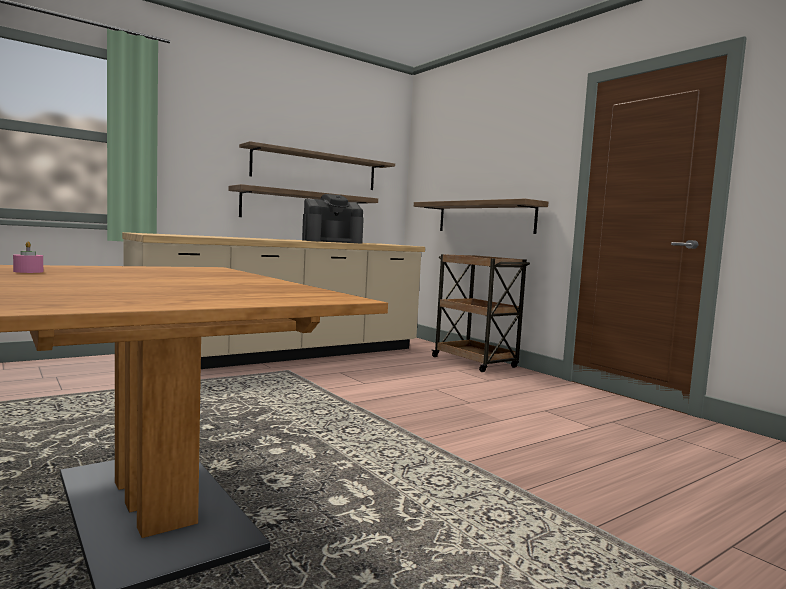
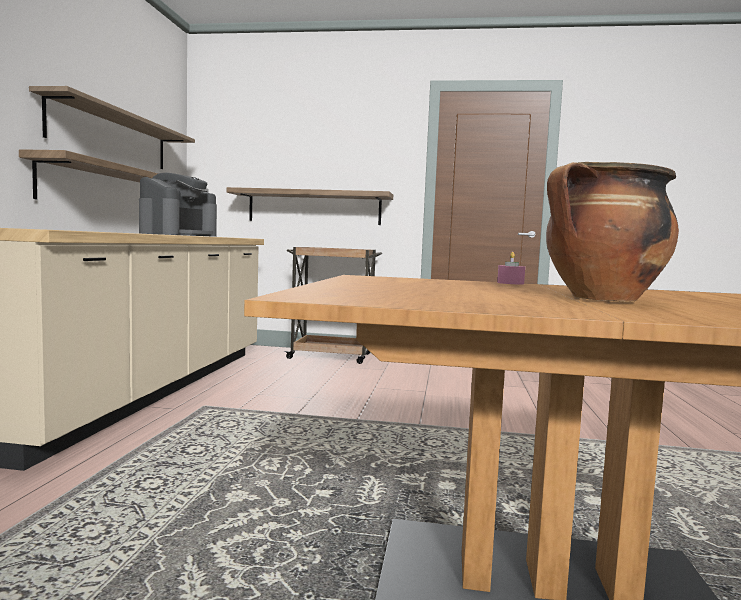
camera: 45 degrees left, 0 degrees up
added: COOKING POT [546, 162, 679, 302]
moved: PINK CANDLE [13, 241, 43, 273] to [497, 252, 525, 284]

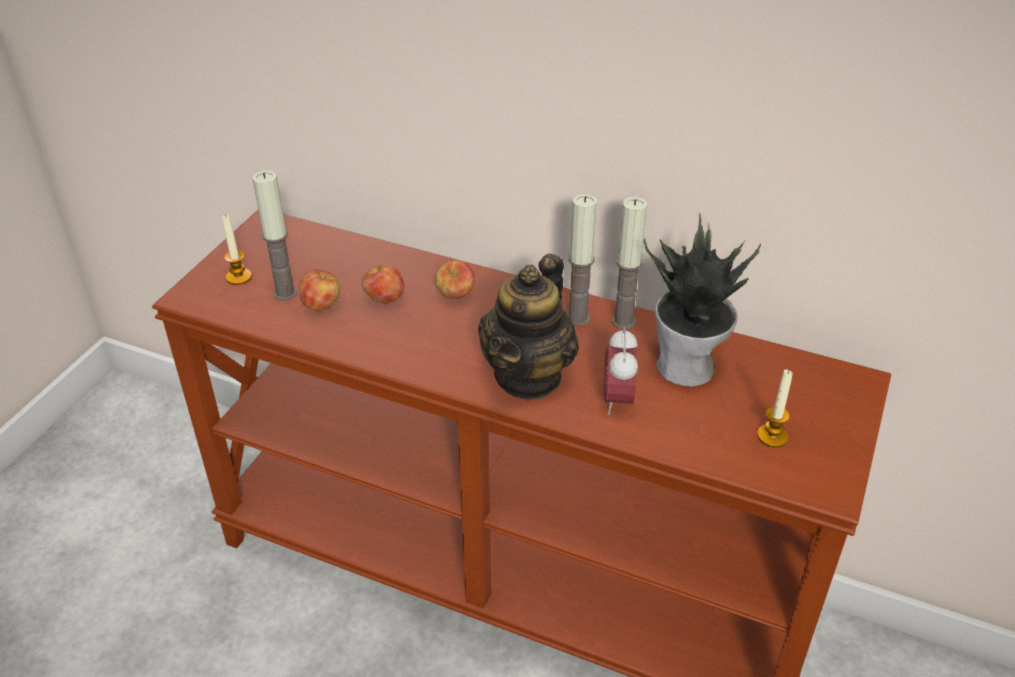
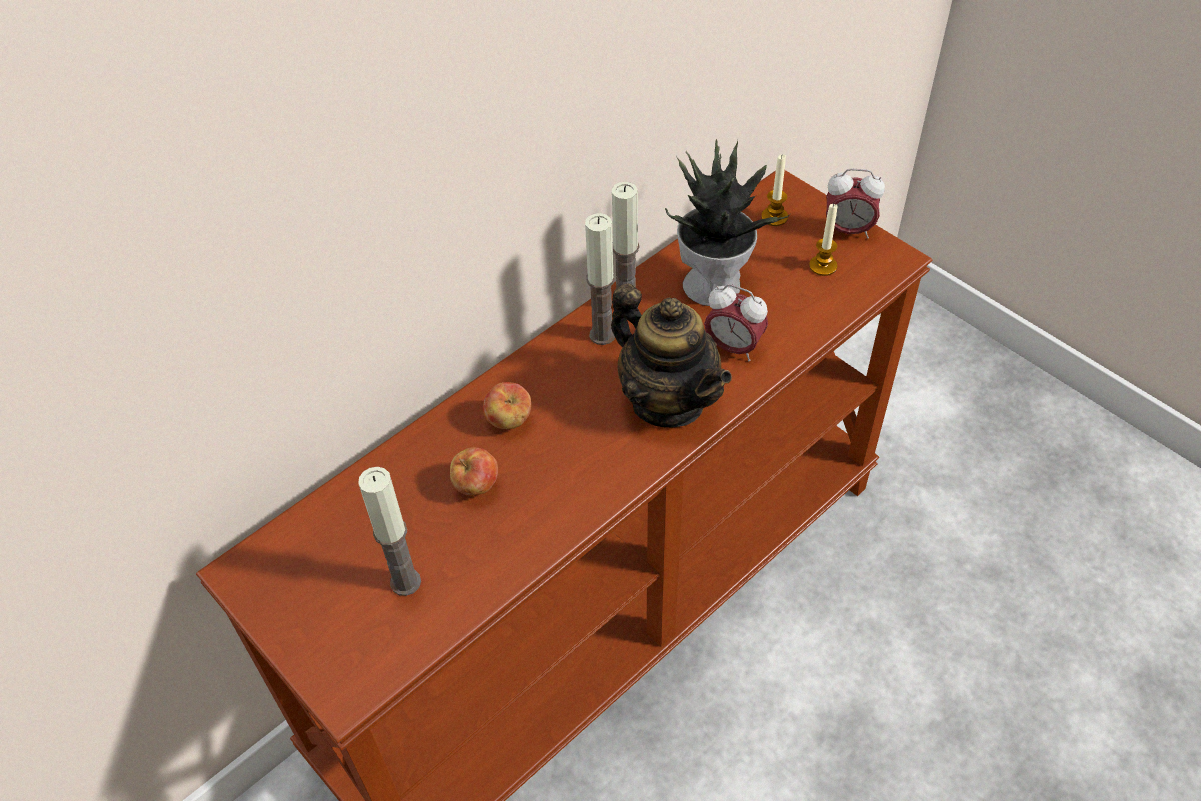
camera: 65 degrees left, 10 degrees up
removed: APPLE [299, 269, 340, 311]
added: ALARM CLOCK [826, 168, 885, 239]
moved: CANDLE [222, 214, 252, 285] to [761, 155, 788, 226]

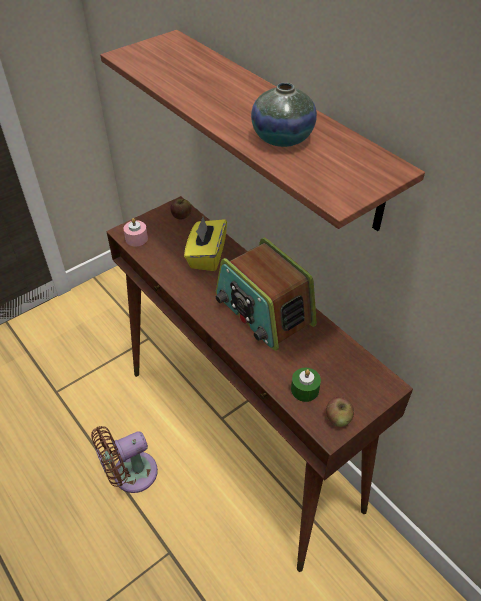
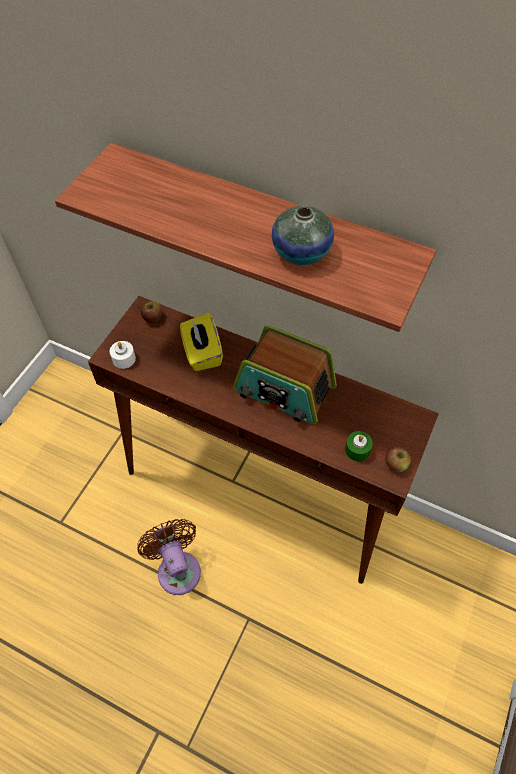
camera: 25 degrees left, 10 degrees up
recoloured: PINK CANDLE [124, 218, 148, 246] to WHITE CANDLE [110, 341, 136, 369]
turned: BROWN FAN [91, 426, 158, 493] = [137, 519, 201, 595] 120 degrees clockwise

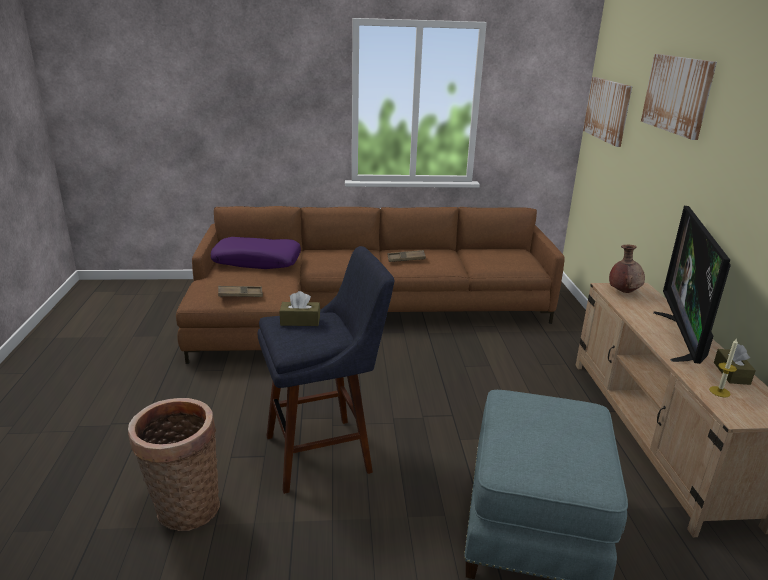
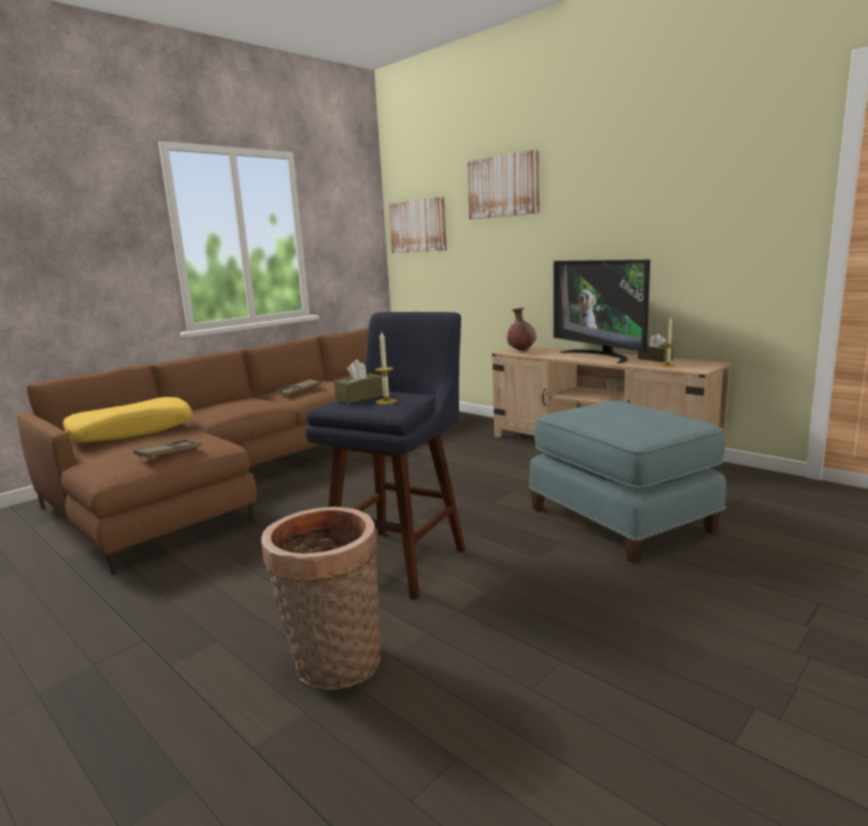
camera: 40 degrees left, 10 degrees down
added: CANDLE [375, 331, 397, 404]
recoloured: PURPLE PILLOW [211, 237, 301, 269] to YELLOW PILLOW [63, 397, 192, 443]

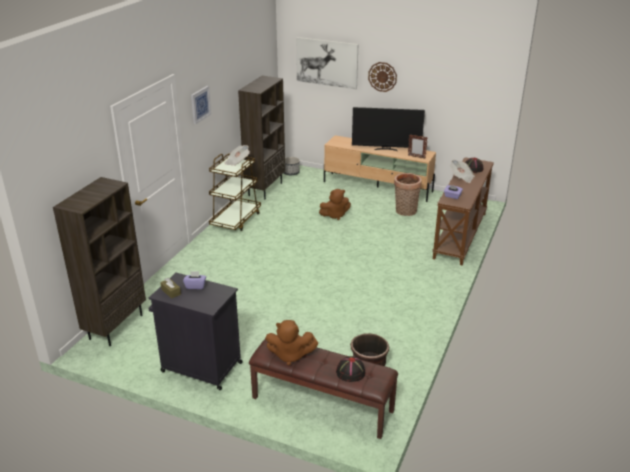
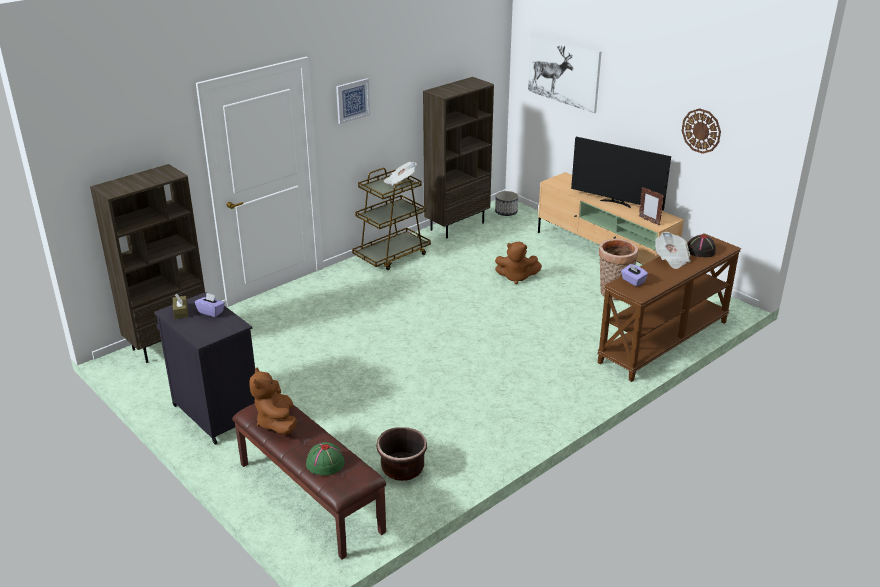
camera: 25 degrees right, 0 degrees up
moved: WALL CLOCK [368, 62, 397, 92] to [682, 108, 721, 154]
recoloured: BLACK HAT [336, 356, 365, 382] to GREEN HAT [306, 442, 345, 476]
turned: BROWN PLUSH TOY [265, 320, 318, 365] = [250, 368, 297, 435] 45 degrees clockwise

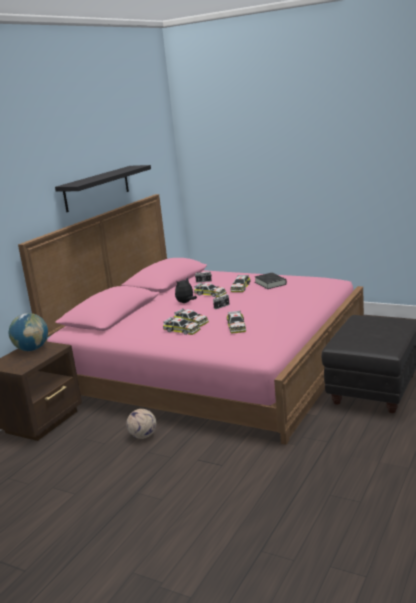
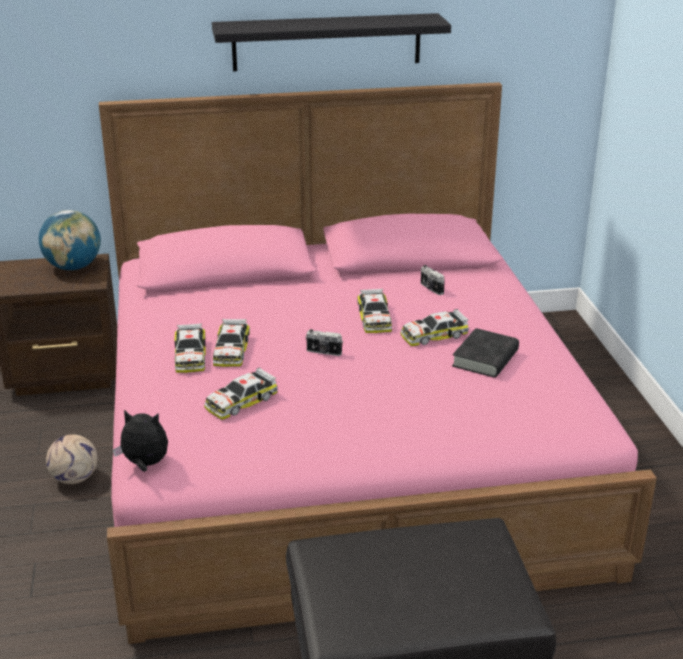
camera: 50 degrees right, 10 degrees up
moved: PLUSH TOY [175, 277, 197, 303] to [113, 410, 168, 472]

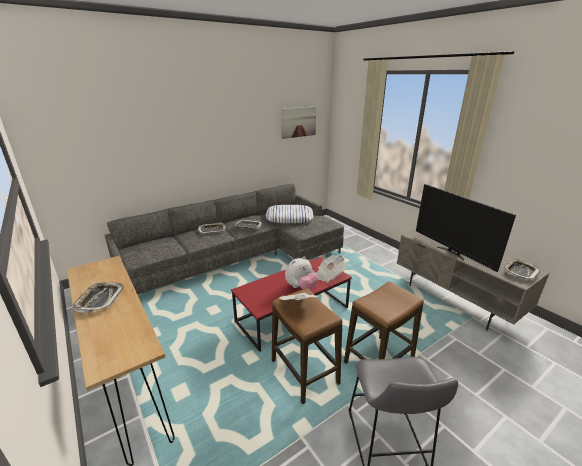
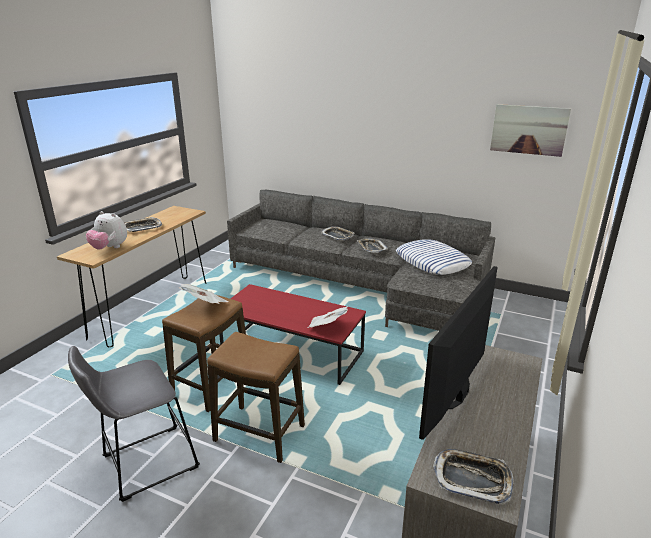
camera: 60 degrees right, 0 degrees up
moved: PLUSH TOY [285, 257, 318, 290] to [86, 211, 127, 250]

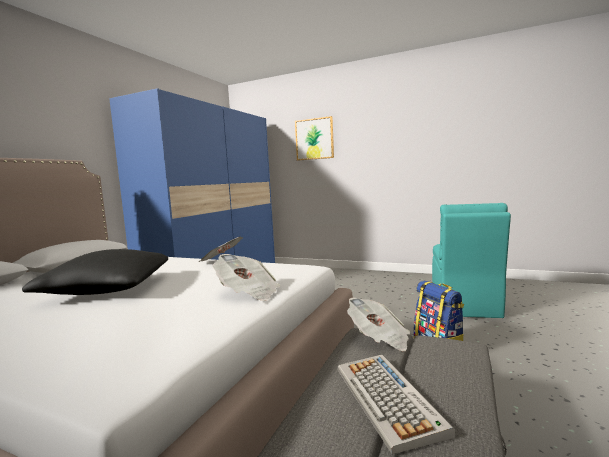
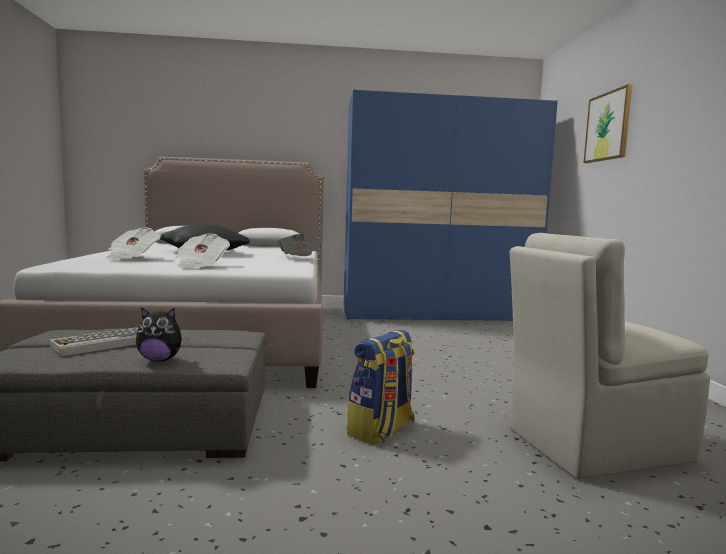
camera: 60 degrees right, 0 degrees up
added: PLUSH TOY [136, 307, 189, 362]
moved: NEWSPAPER [347, 297, 410, 351] to [106, 227, 161, 260]
recoloured: TURQUOISE CHAIR [432, 203, 511, 318] to BEIGE CHAIR [510, 233, 710, 479]

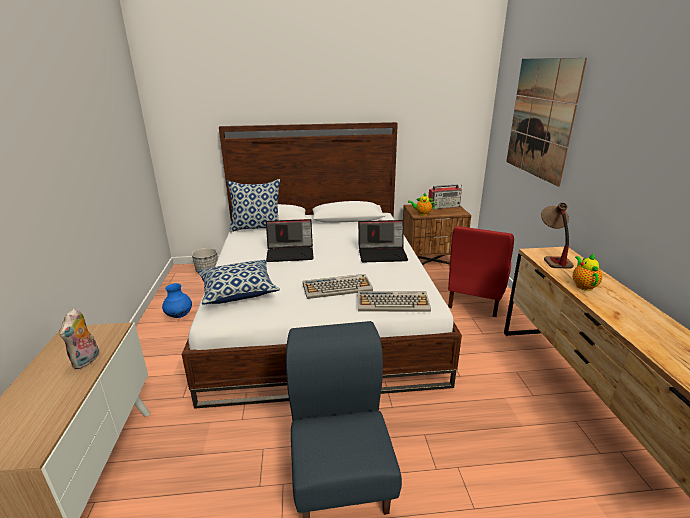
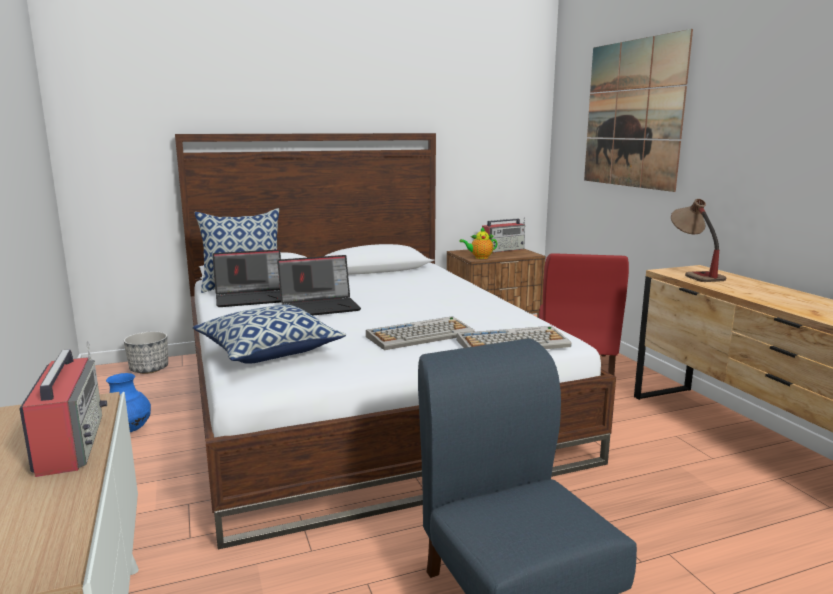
camera: 15 degrees left, 10 degrees down
removed: TEAPOT [573, 254, 602, 291]
moved: LAPTOP [358, 220, 408, 262] to [212, 249, 281, 307]
replaced: PLUSH TOY [59, 308, 99, 369] to RADIO [19, 341, 107, 477]

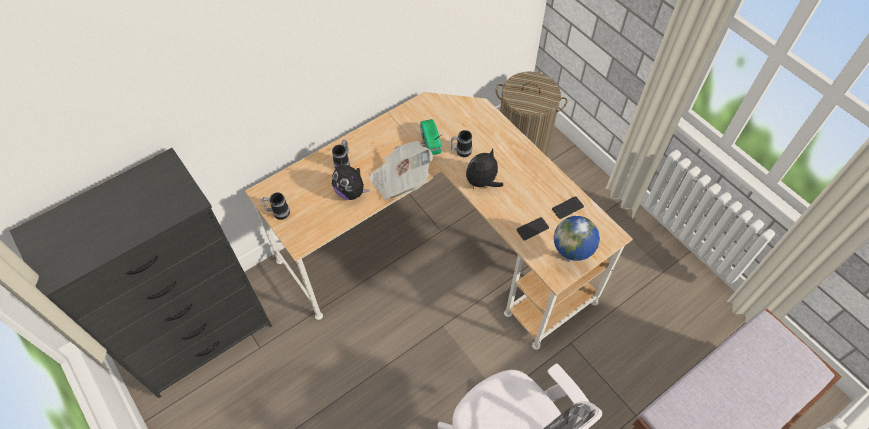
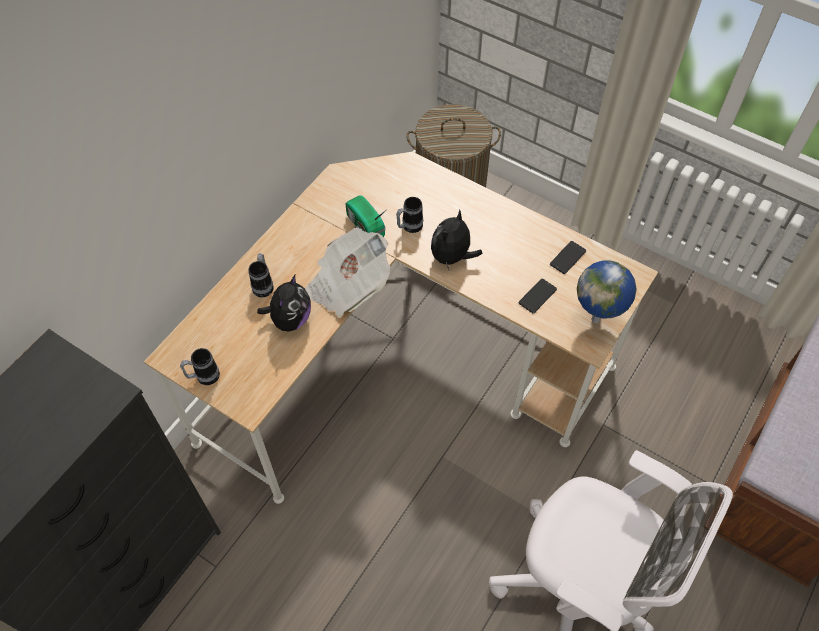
camera: 20 degrees left, 0 degrees up
turned: PLUSH TOY [332, 162, 370, 200] = [257, 275, 311, 331] 90 degrees counterclockwise

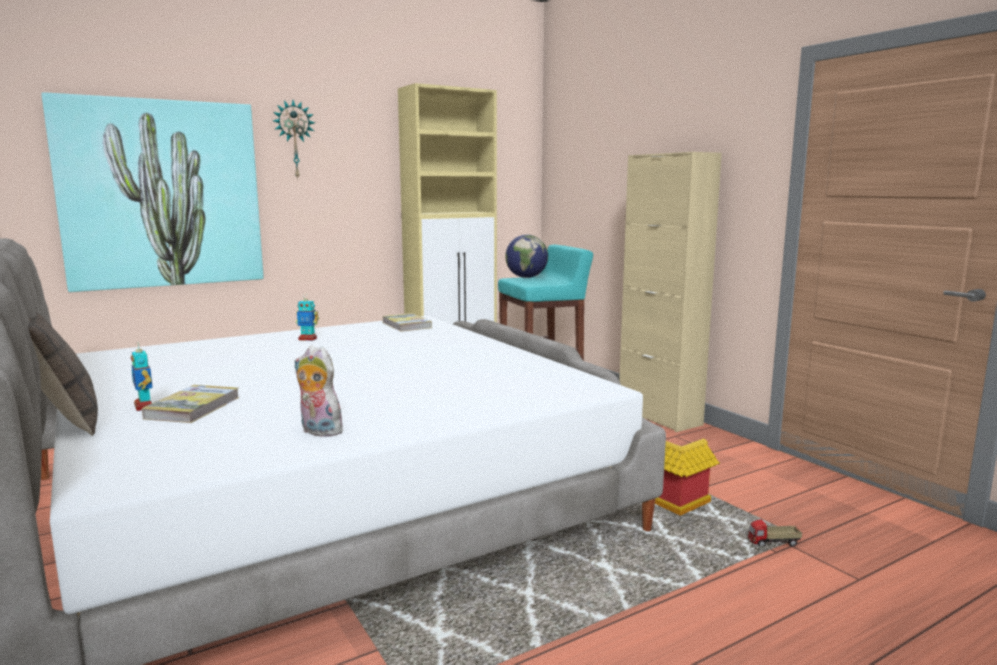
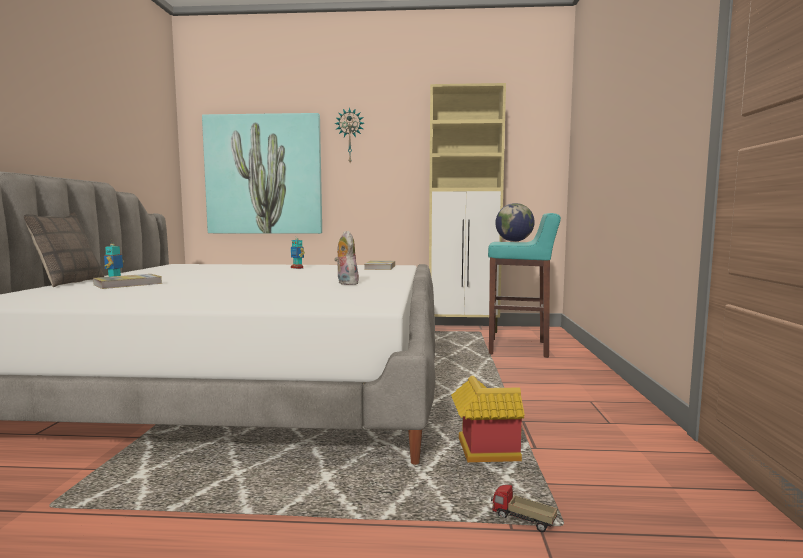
camera: 35 degrees right, 5 degrees down
removed: BEIGE CABINET [619, 152, 722, 432]
moved: PLUSH TOY [294, 345, 346, 437] to [334, 231, 359, 285]

